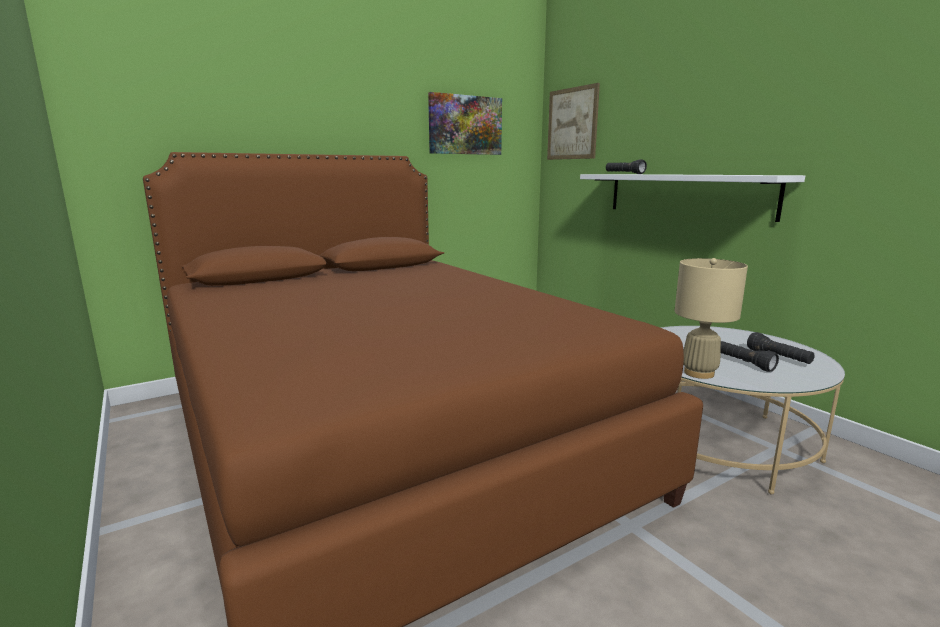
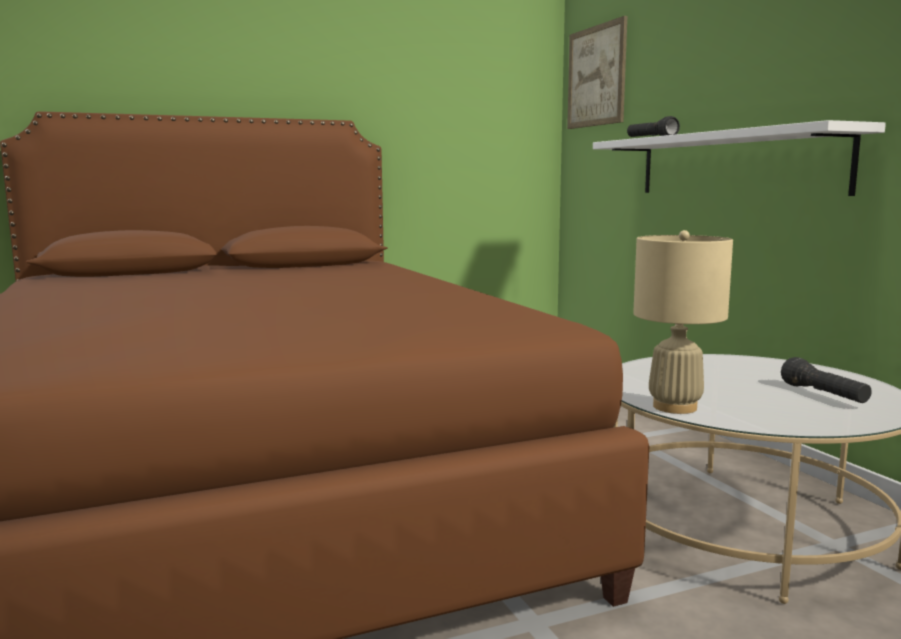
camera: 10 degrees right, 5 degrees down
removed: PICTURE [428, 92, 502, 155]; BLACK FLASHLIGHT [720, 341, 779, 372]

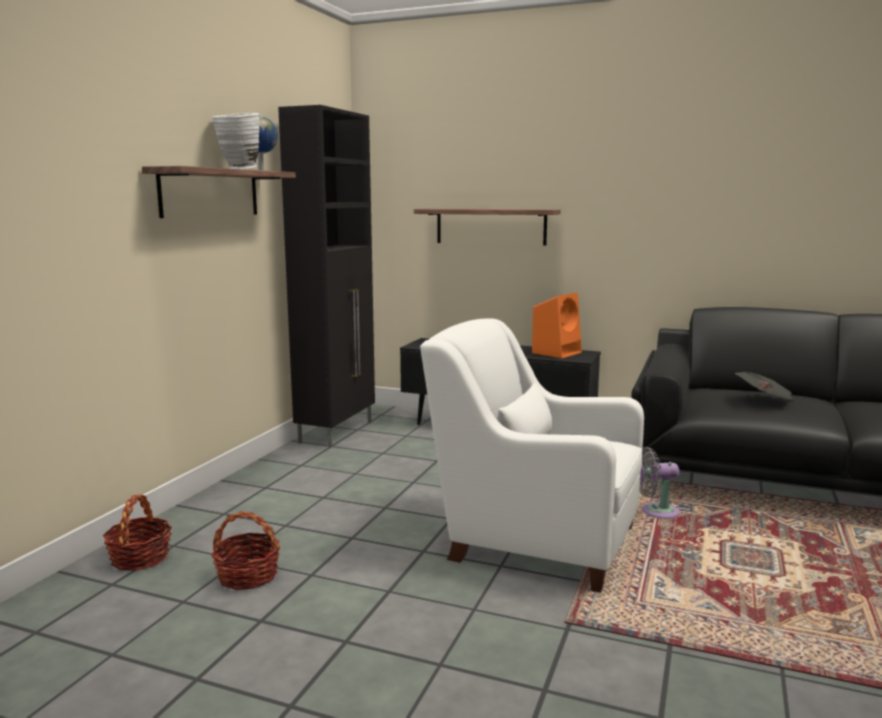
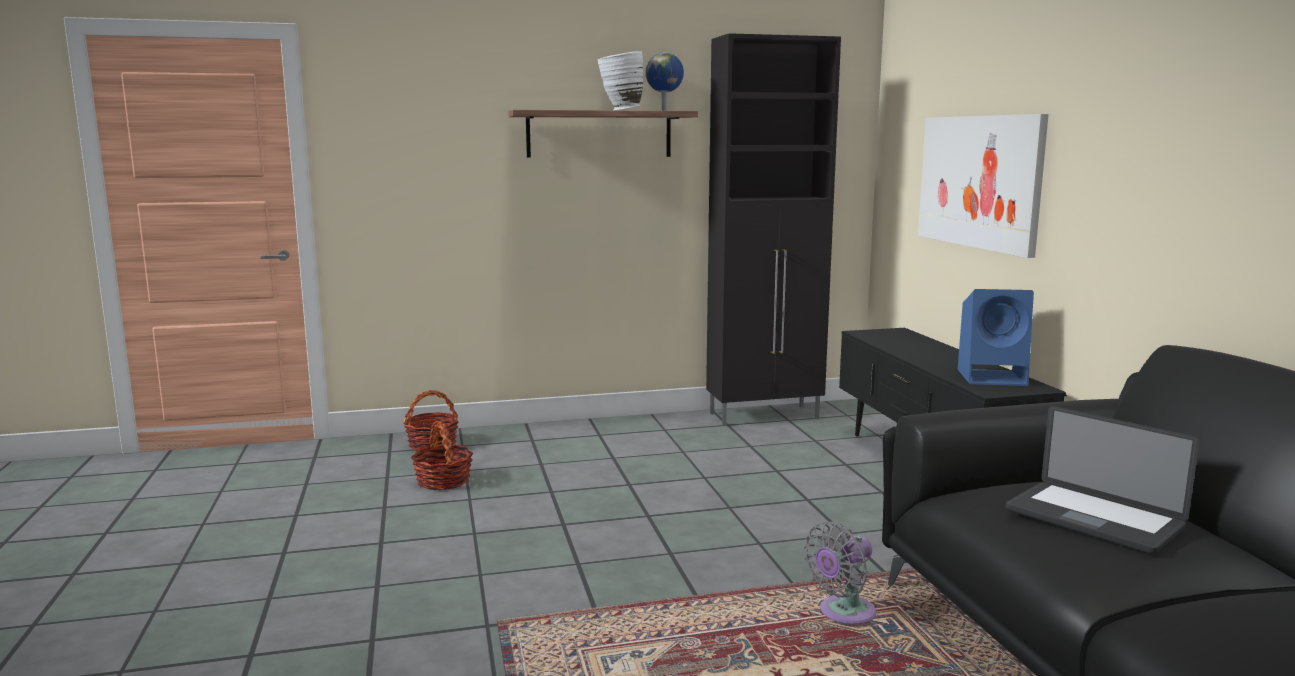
camera: 55 degrees right, 0 degrees up
removed: WHITE ARMCHAIR [420, 319, 644, 593]
replaced: SHELF [414, 209, 561, 246] to PICTURE [918, 114, 1049, 258]; NEWSPAPER [734, 372, 794, 399] to LAPTOP [1006, 406, 1199, 554]
recoloured: ORANGE SPEAKER [532, 293, 582, 358] to BLUE SPEAKER [958, 289, 1034, 386]
turned: GREY FAN [640, 447, 680, 519] = [803, 522, 876, 624] 90 degrees counterclockwise

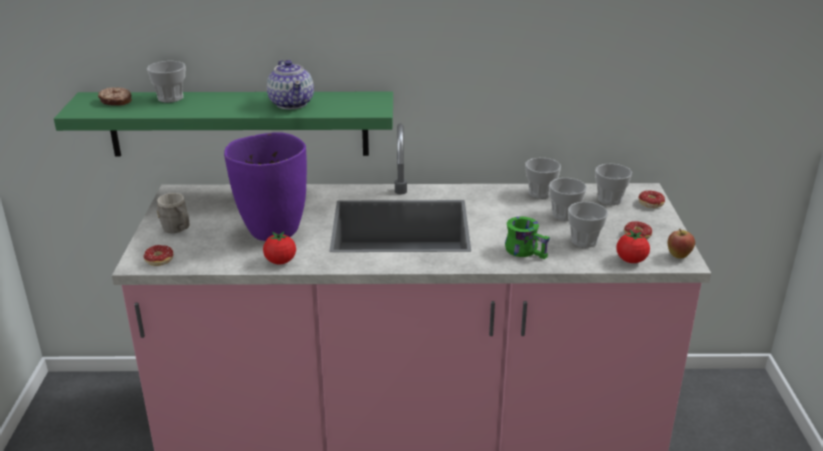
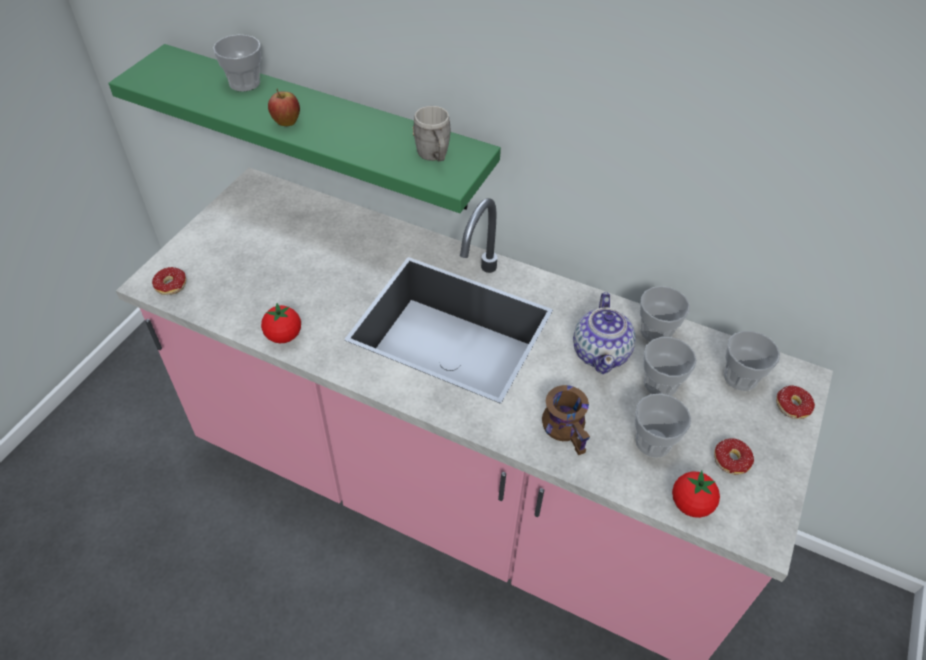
camera: 25 degrees right, 20 degrees up
removed: DONUT [98, 87, 132, 106]; PURPLE VASE [224, 132, 307, 241]
moved: APPLE [668, 229, 695, 259] to [268, 89, 300, 126]; GREY MUG [157, 193, 189, 233] to [412, 106, 450, 161]; TEAPOT [267, 60, 314, 109] to [573, 292, 636, 374]
recoloured: GREEN MUG [505, 216, 550, 259] to BROWN MUG [542, 385, 590, 455]

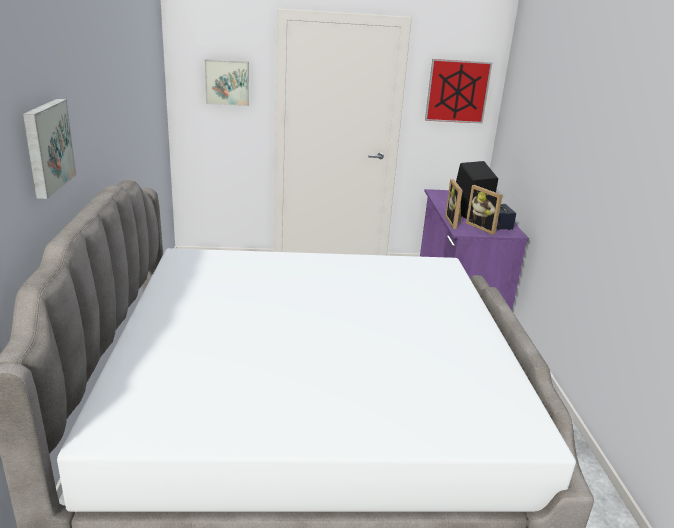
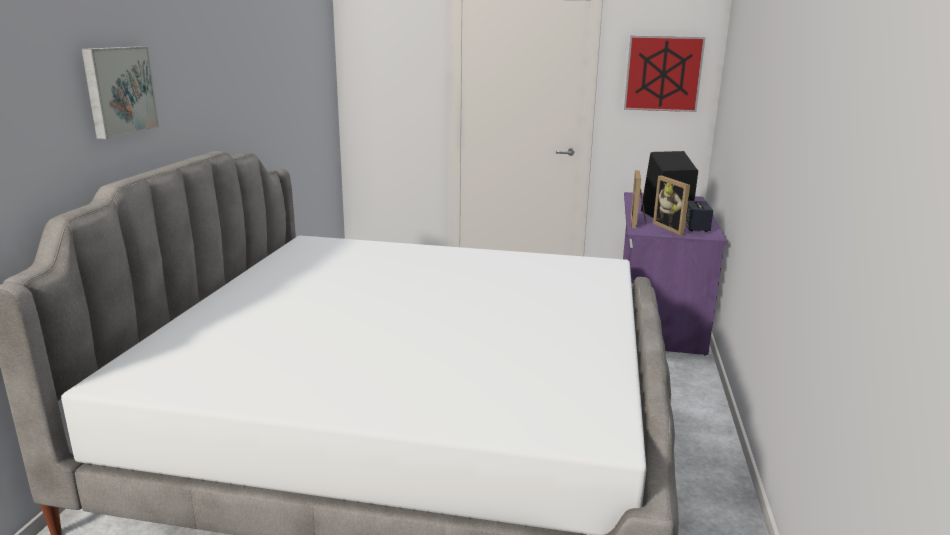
camera: 15 degrees right, 5 degrees down
removed: PICTURE [205, 59, 249, 106]

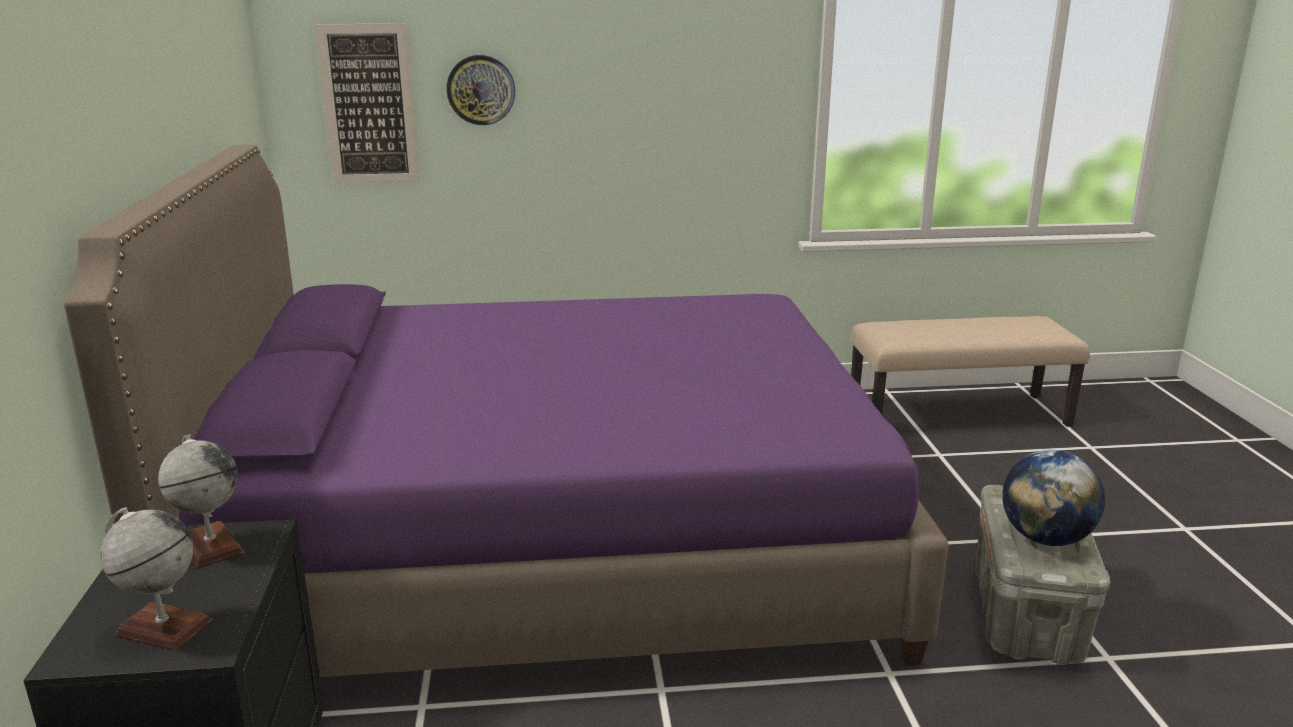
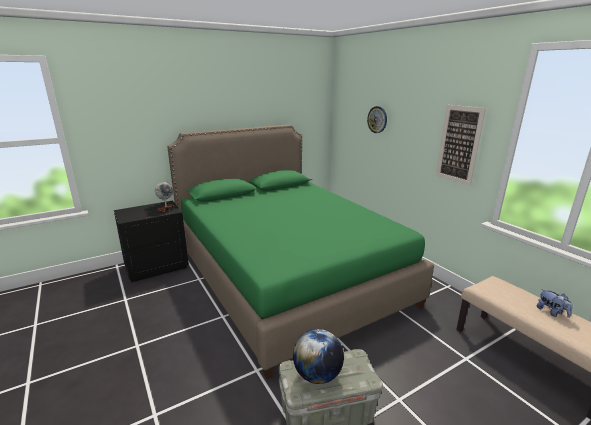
camera: 65 degrees right, 0 degrees up
removed: GLOBE [101, 507, 212, 651]
added: PLUSH TOY [537, 289, 573, 318]
moved: PICTURE [315, 24, 419, 184] to [436, 105, 486, 186]
recoloured: PURPLE BED [64, 145, 949, 677] to GREEN BED [167, 125, 434, 379]

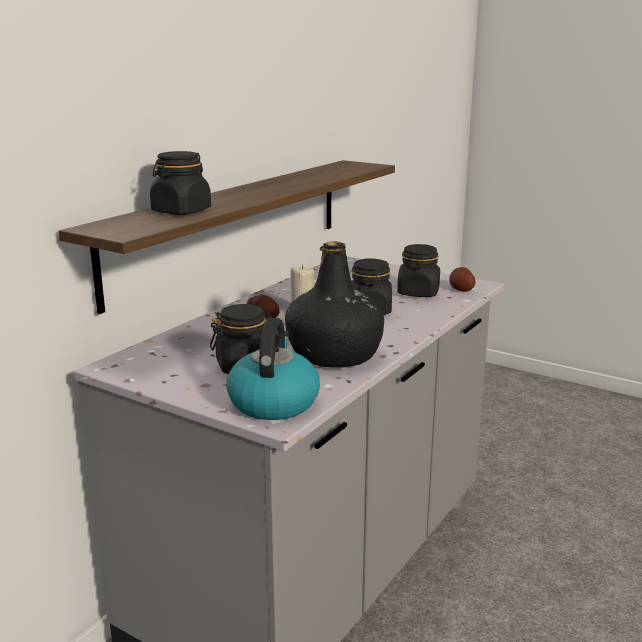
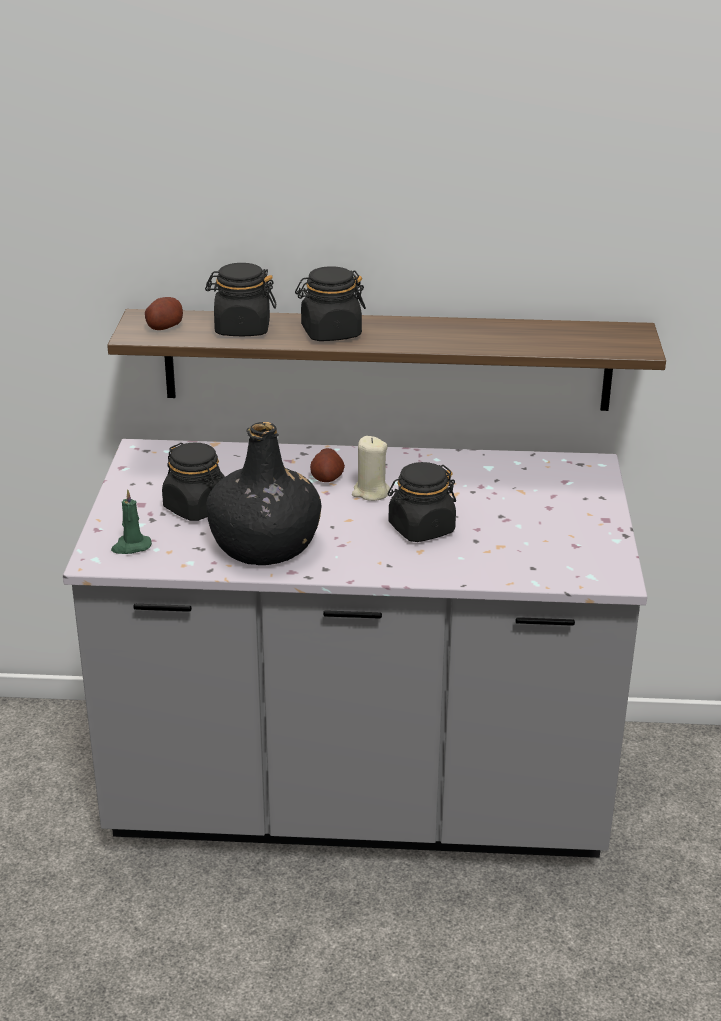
camera: 60 degrees right, 10 degrees up
moved: POTATO [449, 267, 476, 292] to [145, 297, 183, 330]; BLACK JAR [397, 244, 440, 297] to [295, 266, 366, 341]
replaced: KETTLE [226, 318, 320, 420] to GREEN CANDLE [111, 489, 152, 554]

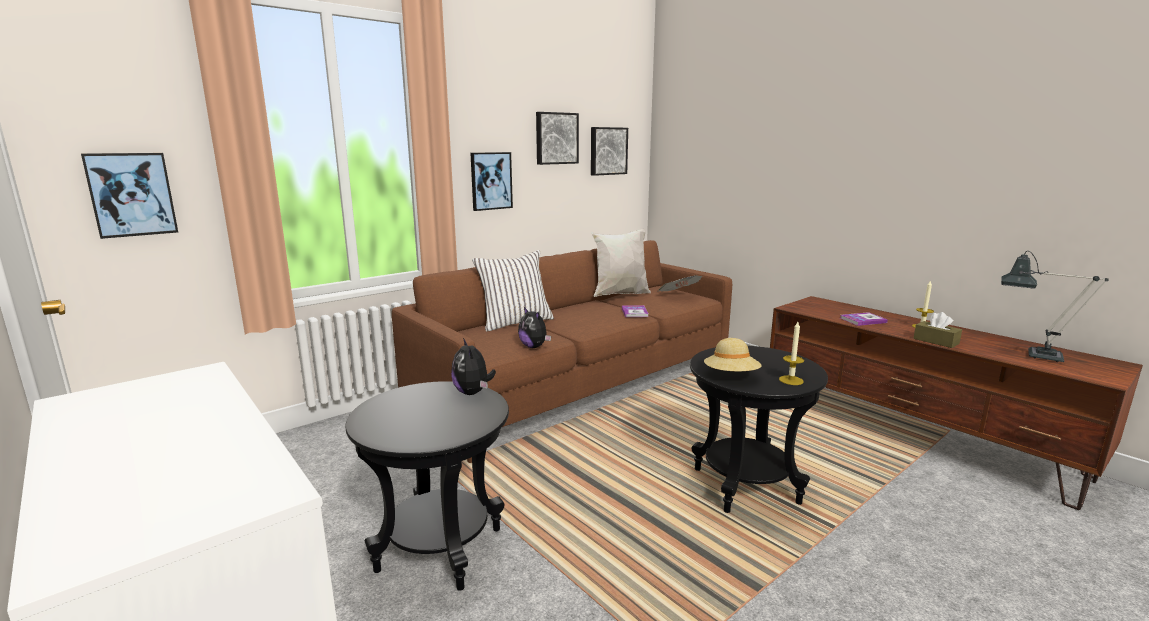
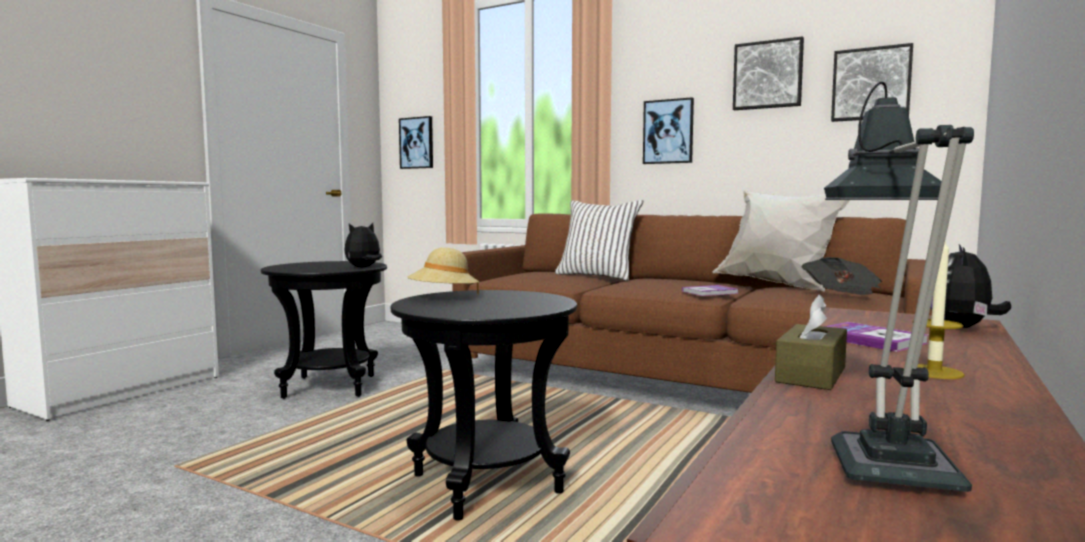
camera: 70 degrees right, 10 degrees down
removed: CANDLE [779, 322, 804, 385]
moved: PLUSH TOY [518, 307, 551, 348] to [930, 244, 1011, 328]

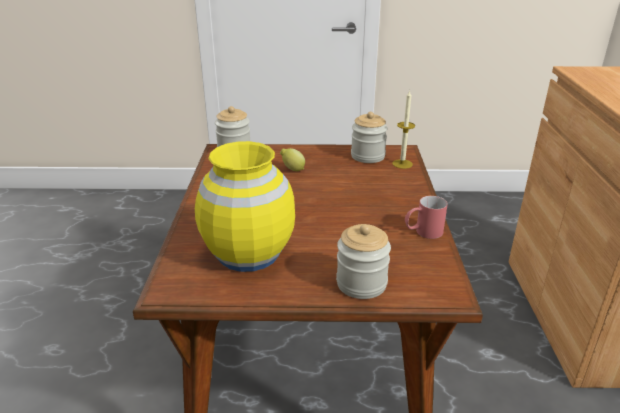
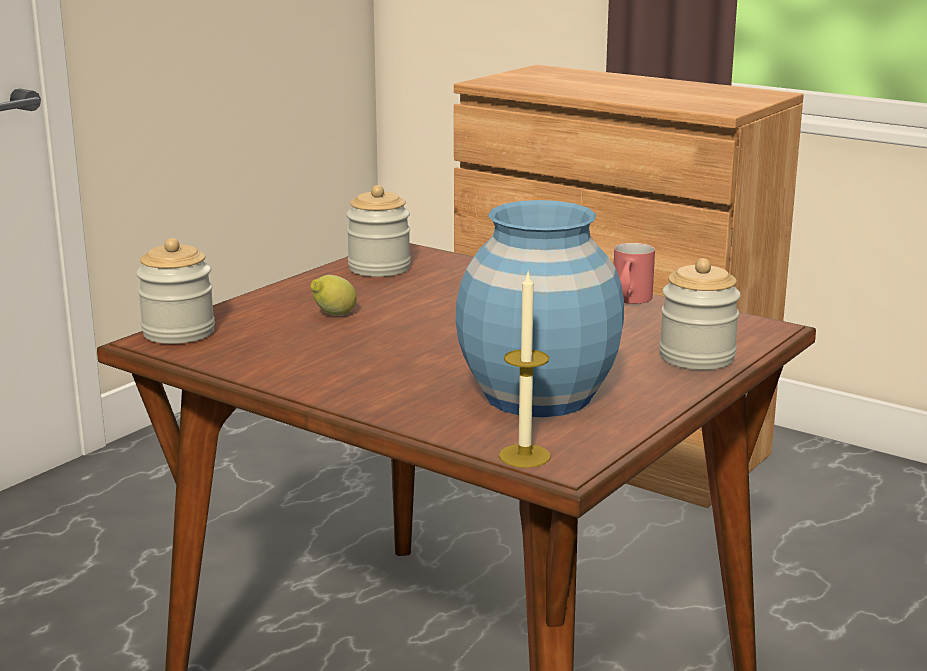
camera: 55 degrees left, 10 degrees down
moved: CANDLE [392, 90, 415, 169] to [499, 270, 551, 468]
recoloured: YELLOW VASE [195, 141, 295, 272] to BLUE VASE [455, 200, 624, 417]

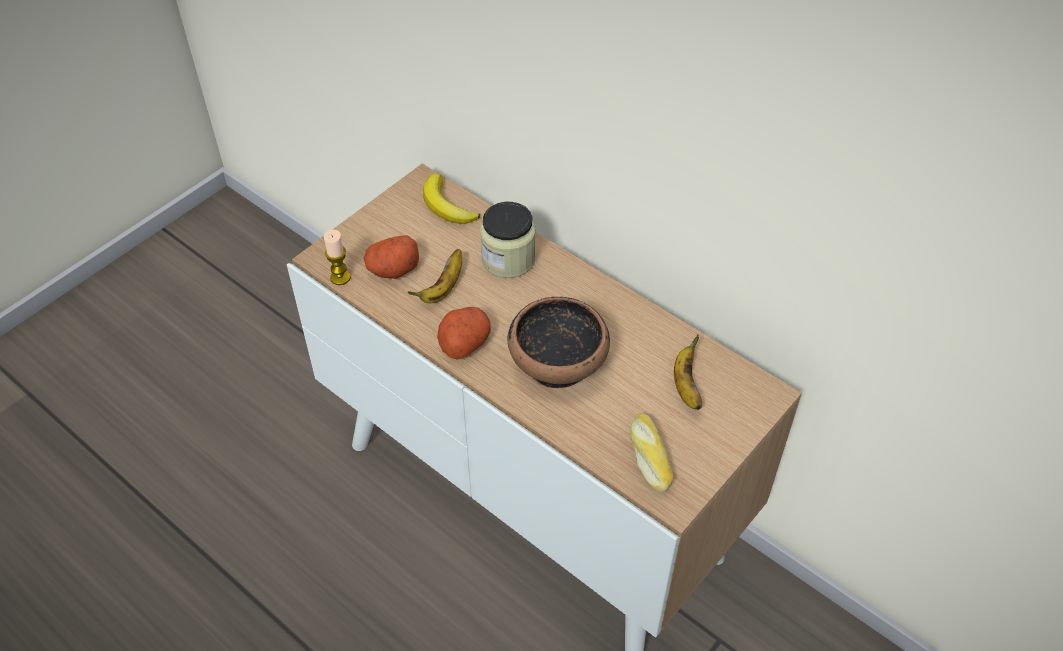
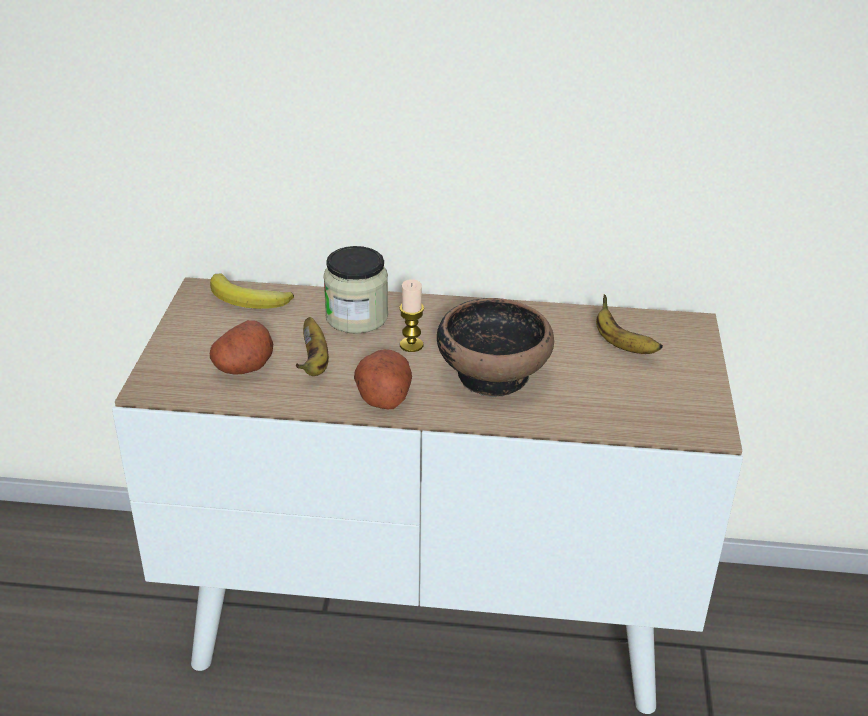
camera: 35 degrees left, 15 degrees down
removed: BREAD [630, 413, 674, 493]
moved: CANDLE [324, 230, 351, 285] to [399, 279, 424, 352]

